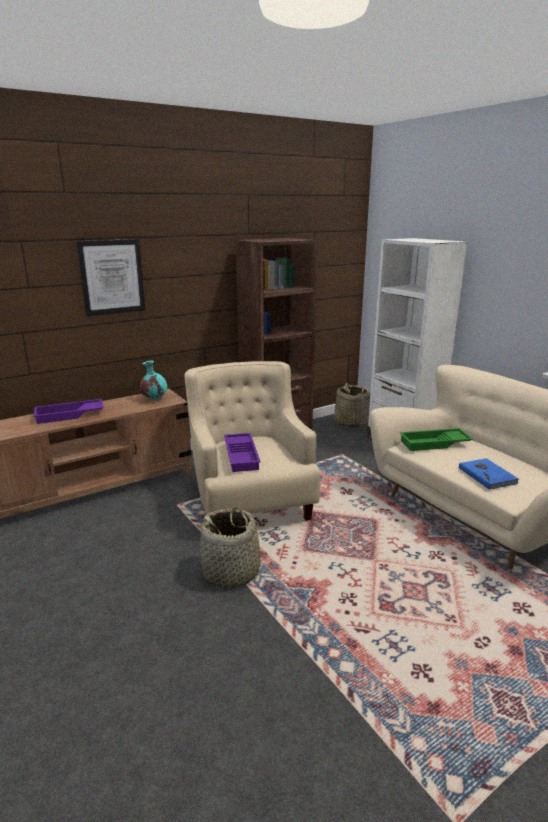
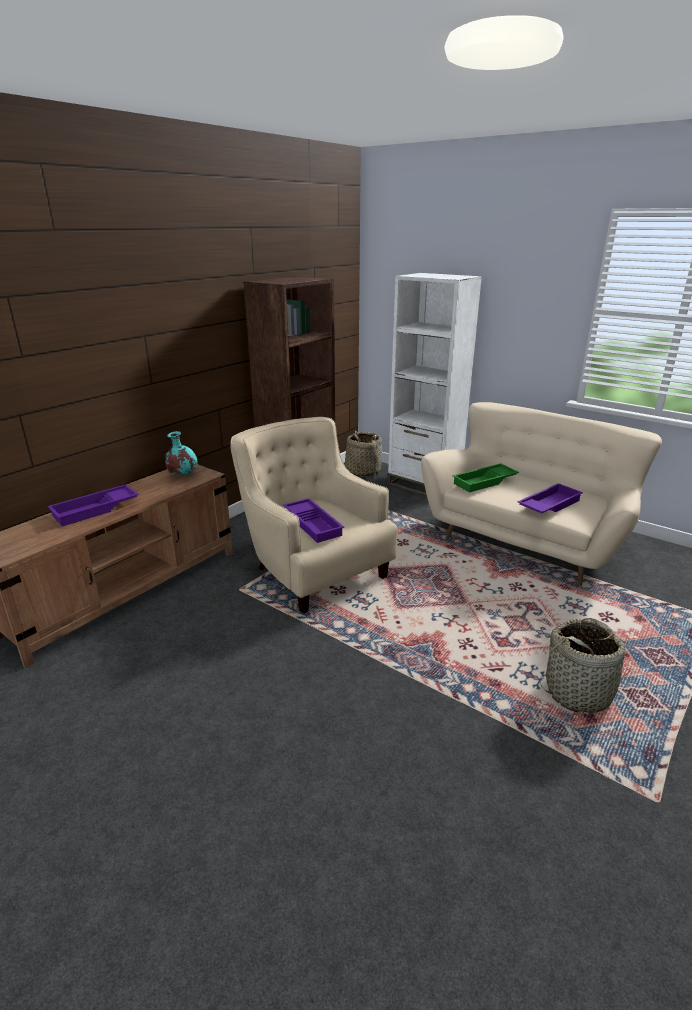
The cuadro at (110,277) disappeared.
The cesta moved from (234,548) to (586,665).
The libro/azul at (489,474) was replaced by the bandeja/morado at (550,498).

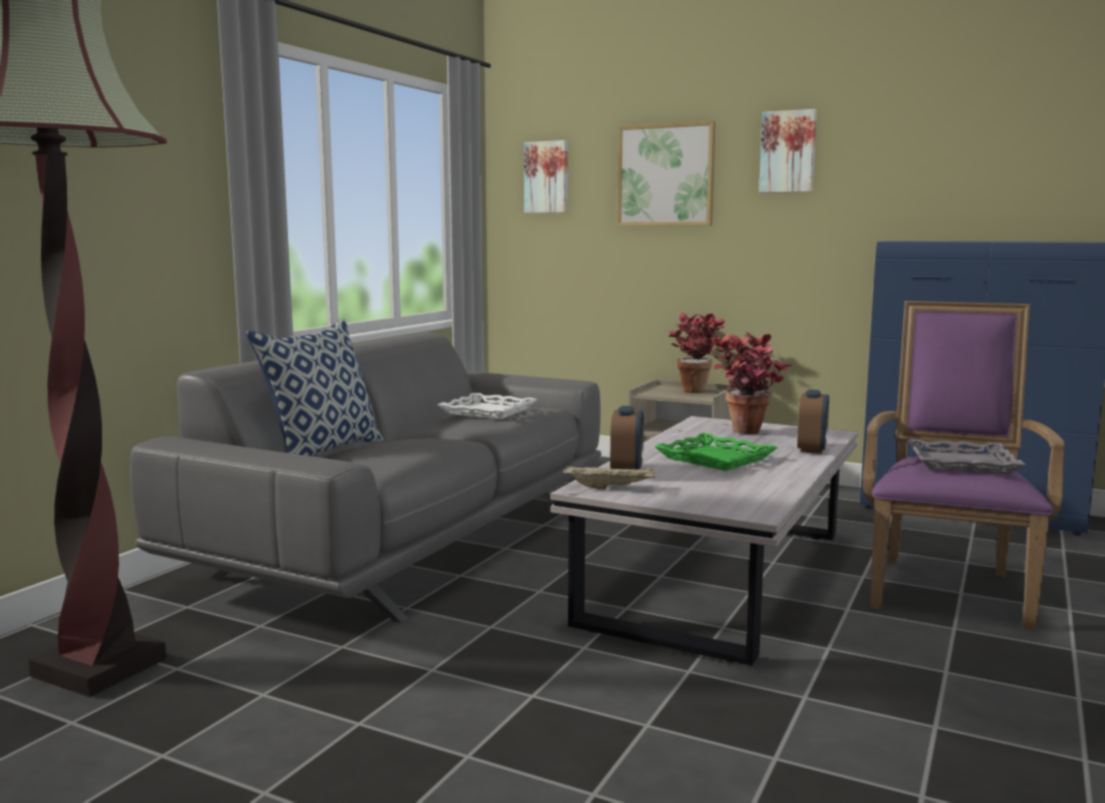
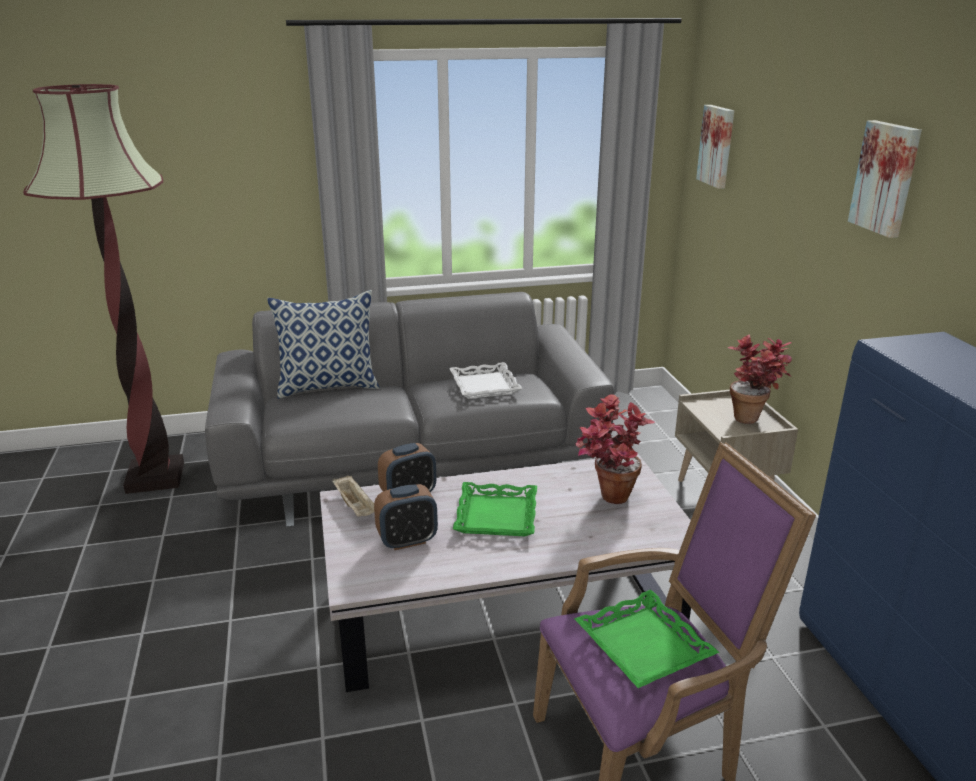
The cuadro at (666,173) disappeared.
The despertador moved from (813,421) to (406,517).
The bandeja/gris at (966,456) became the bandeja/verde at (647,639).

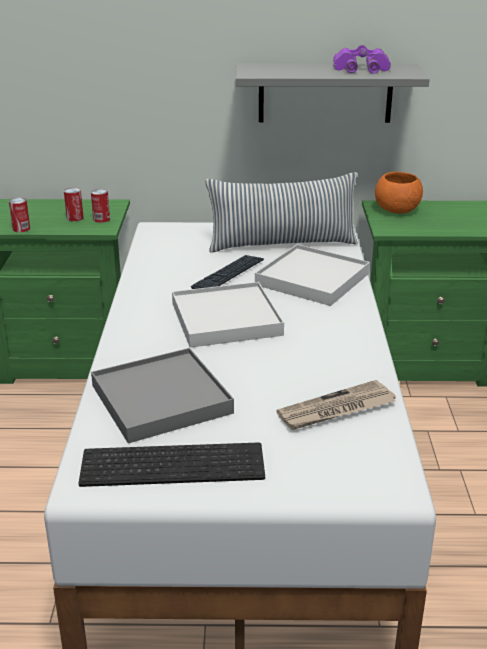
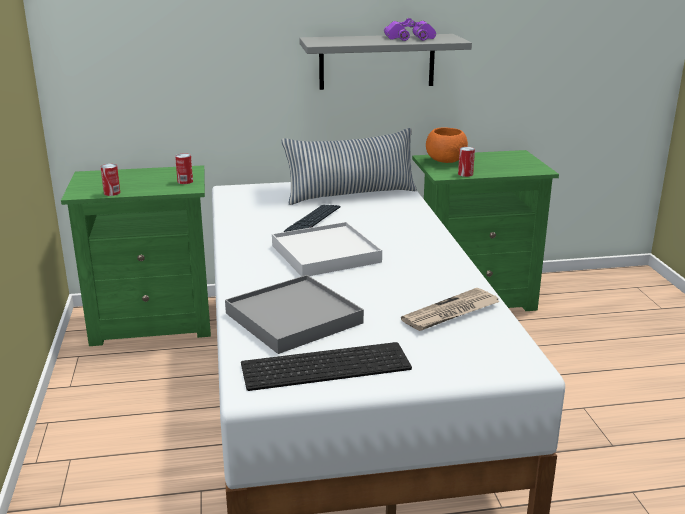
The lata moved from (74,204) to (466,162).
The bandeja/blanco at (312,275) disappeared.

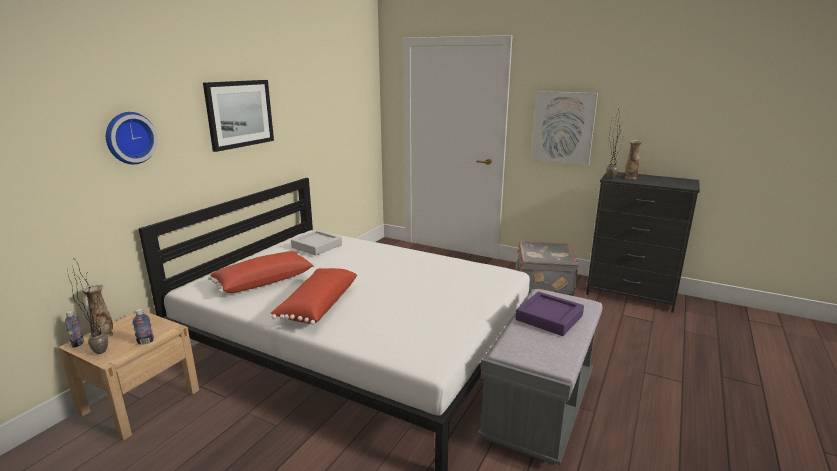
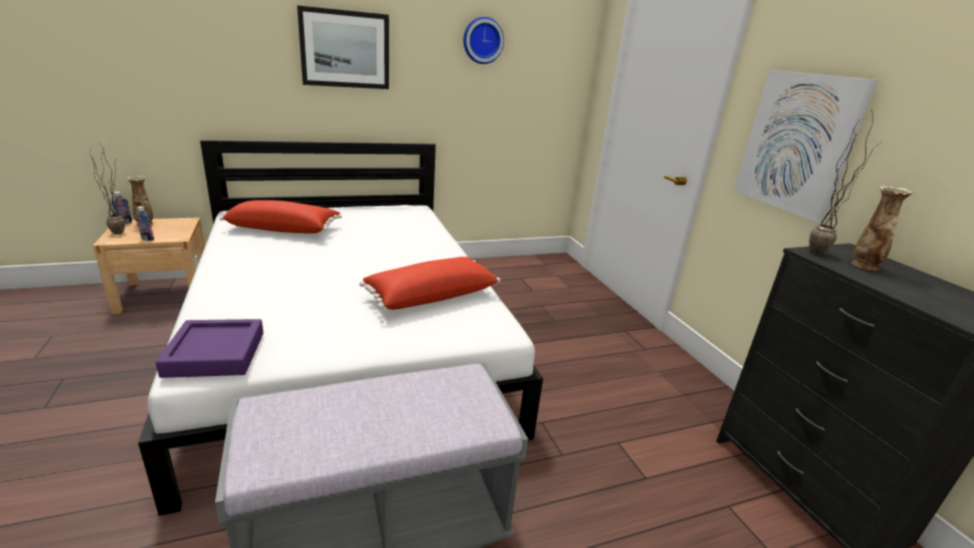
The reloj de pared moved from (132,138) to (483,40).
The cojín/rojo moved from (313,296) to (430,283).
The bandeja/gris at (316,242) disappeared.
The maleta/gris at (546,268) disappeared.
The bandeja/morado moved from (549,314) to (209,348).

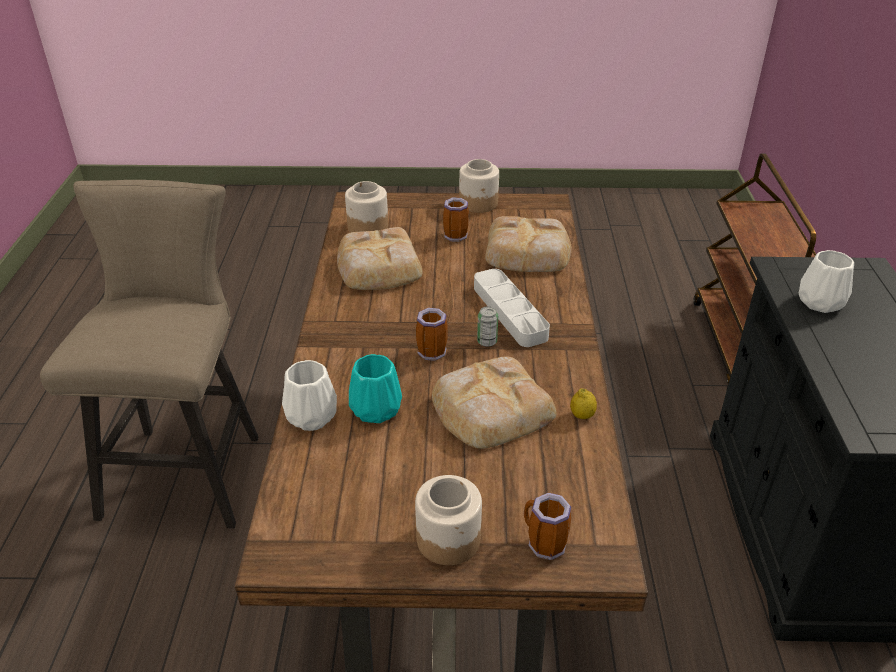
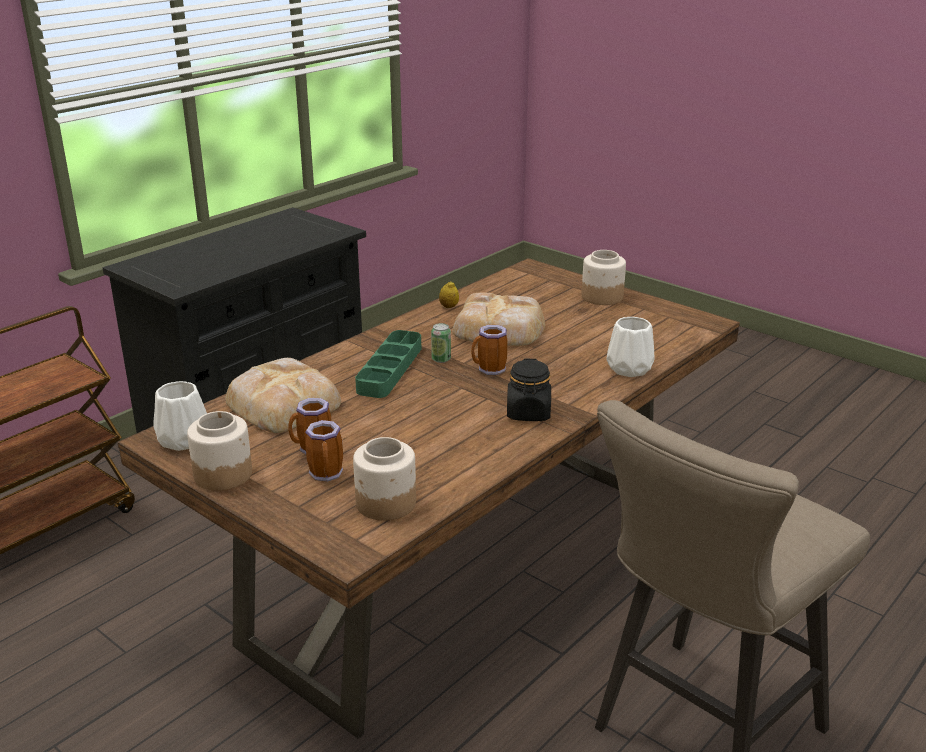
The pan at (380,258) disappeared.
The florero/turquesa at (375,388) disappeared.
The bandeja/gris at (512,308) became the bandeja/verde at (388,364).
The taza grande moved from (547,526) to (324,451).
The florero/blanco moved from (826,281) to (180,416).
The tarro/negro at (529,389) appeared.

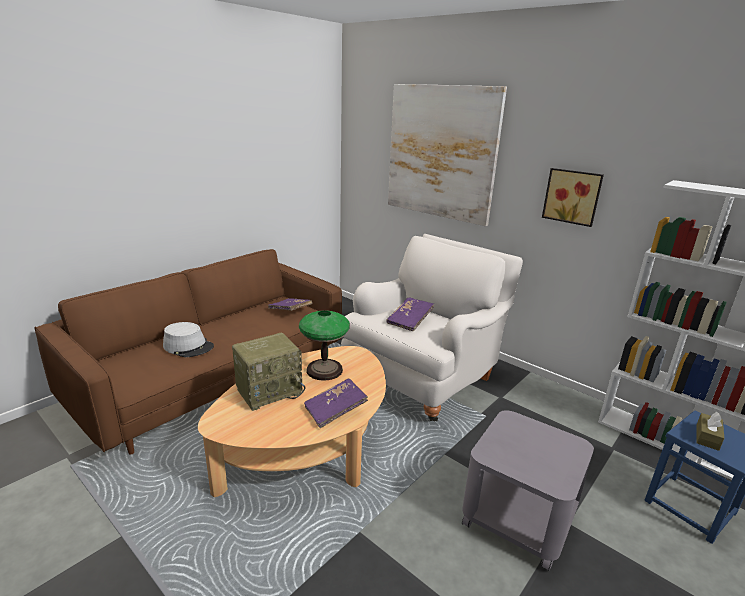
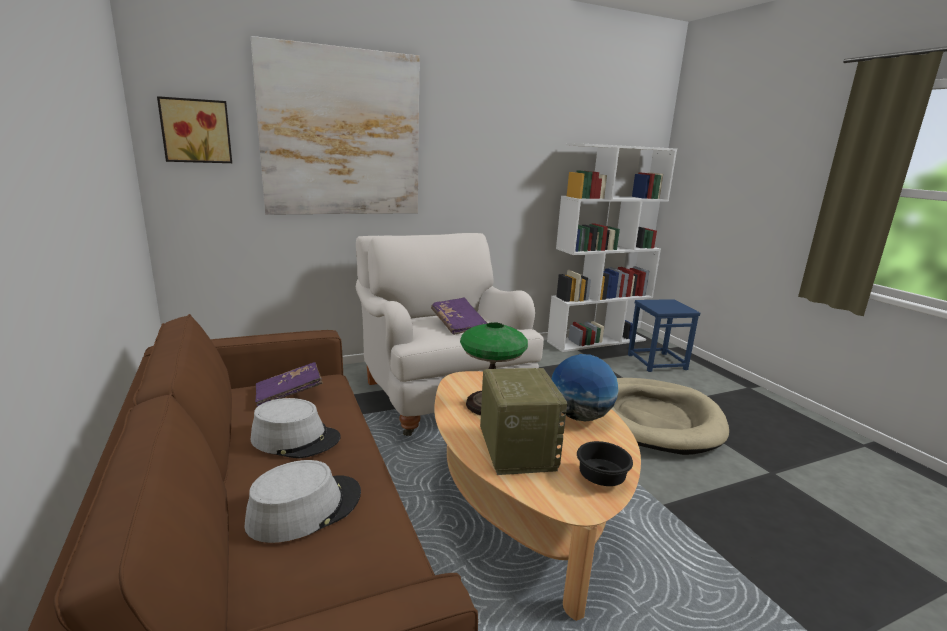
The libro/morado at (336,403) was replaced by the globo terráqueo at (585,388).
The mesa auxiliar/gris at (528,490) was replaced by the cama para perro/beis at (670,416).
The cuadro moved from (573,197) to (194,129).
The caja de pañuelos/marrón at (710,431) disappeared.
The sombrero/gris at (296,428) appeared.
The cuenco/negro at (605,463) appeared.

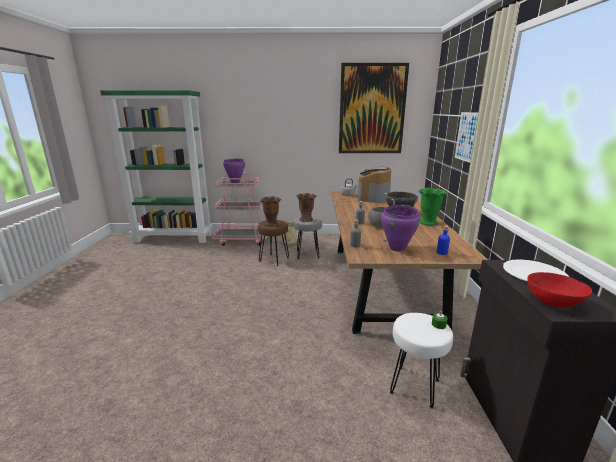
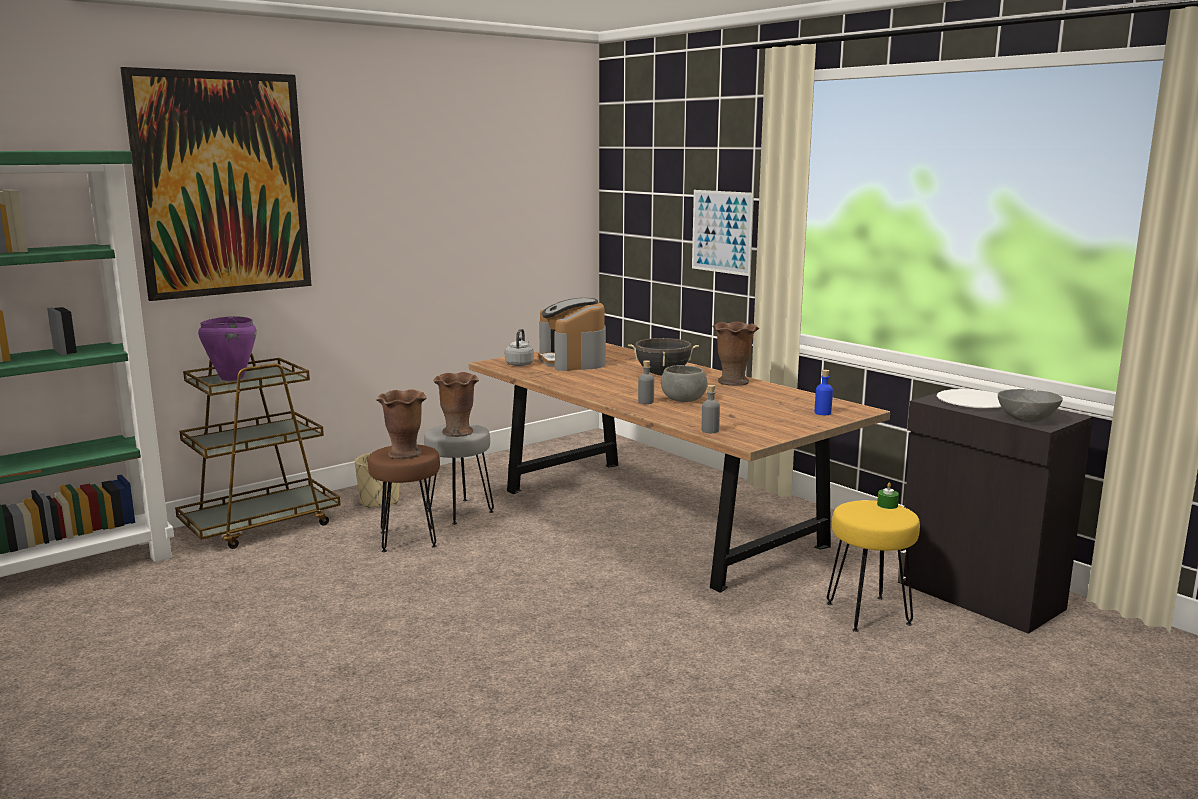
The carrito/rosa at (239,209) became the carrito/marrón at (258,451).
The cuadro moved from (374,108) to (216,184).
The olla/morado at (400,228) disappeared.
The taburete/blanco at (421,361) became the taburete/amarillo at (873,566).
The florero/verde at (433,206) became the florero/marrón at (735,353).
The cuenco/rojo at (559,290) became the cuenco/gris at (1030,405).

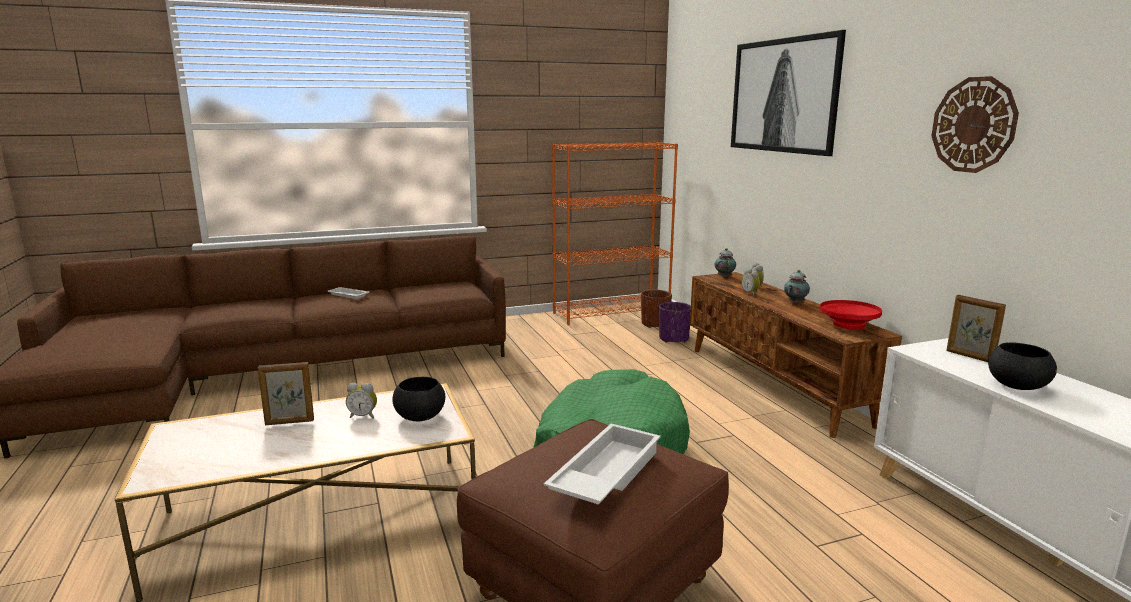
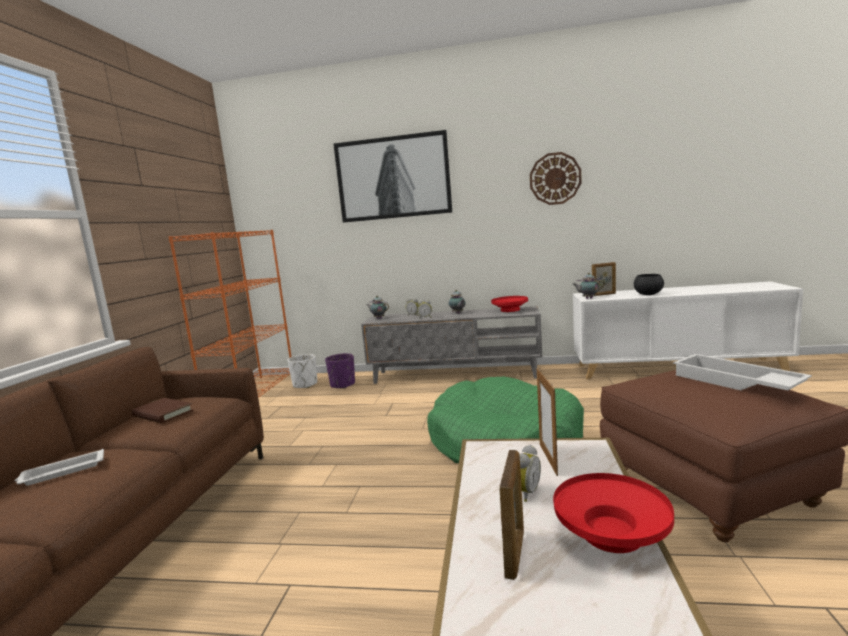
The cuenco/negro at (418,399) was replaced by the portarretratos at (547,422).
The maceta/marrón at (656,309) became the maceta/blanco at (302,371).
The mueble de televisión/marrón at (796,355) became the mueble de televisión/gris at (451,345).
The libro/marrón at (162,410) appeared.
The cuenco/rojo at (613,513) appeared.
The tetera at (589,286) appeared.

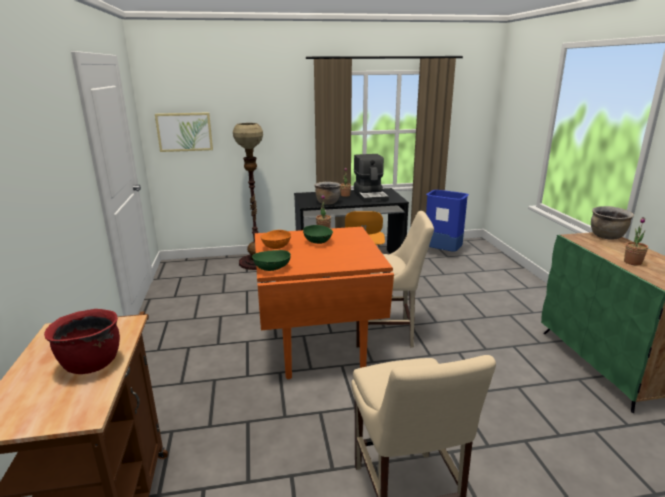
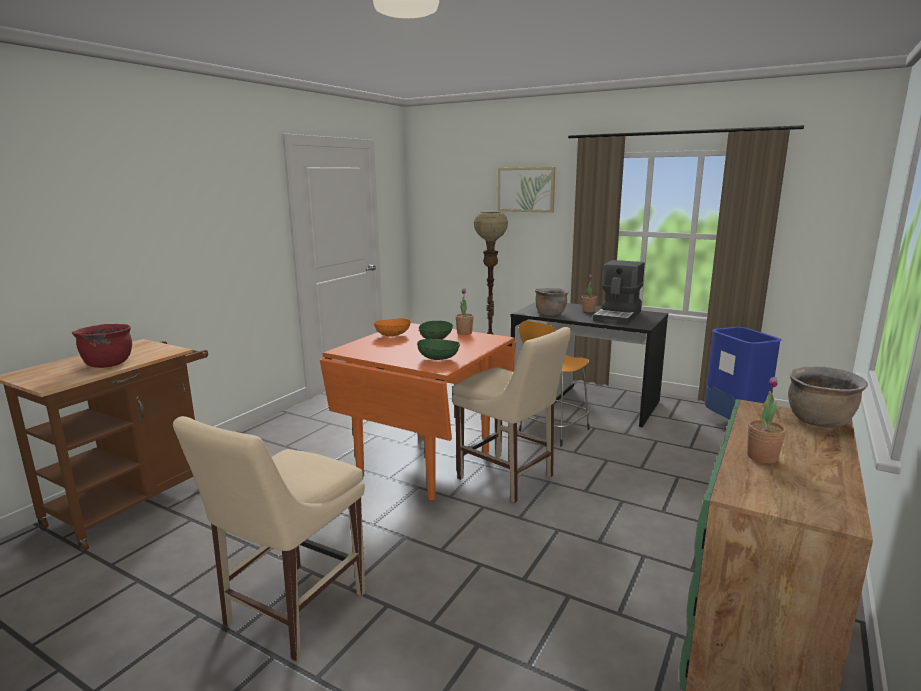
The cuadro moved from (184,132) to (526,190).
The cuenco/verde moved from (271,260) to (438,349).

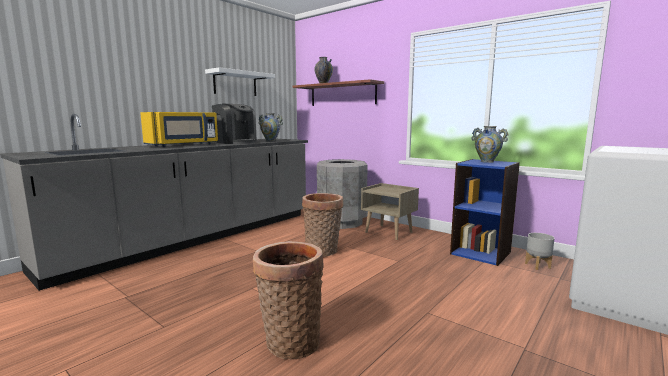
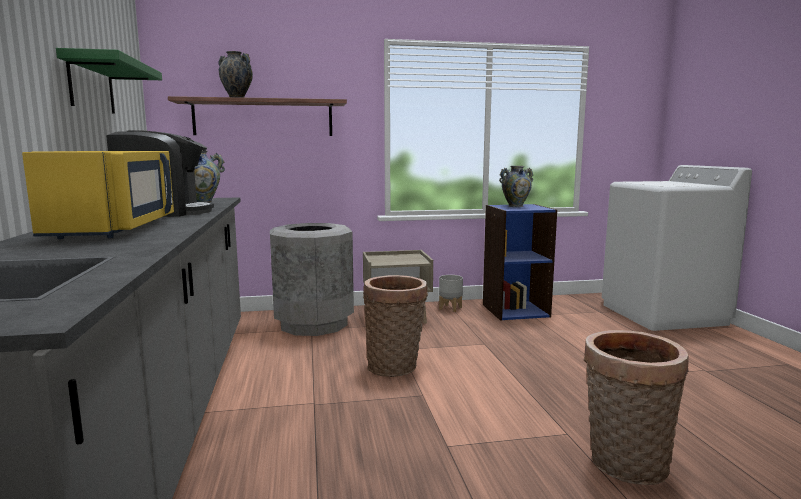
The estante/blanco at (240,81) became the estante/verde at (109,81).
The maceta/gris moved from (540,251) to (451,293).

